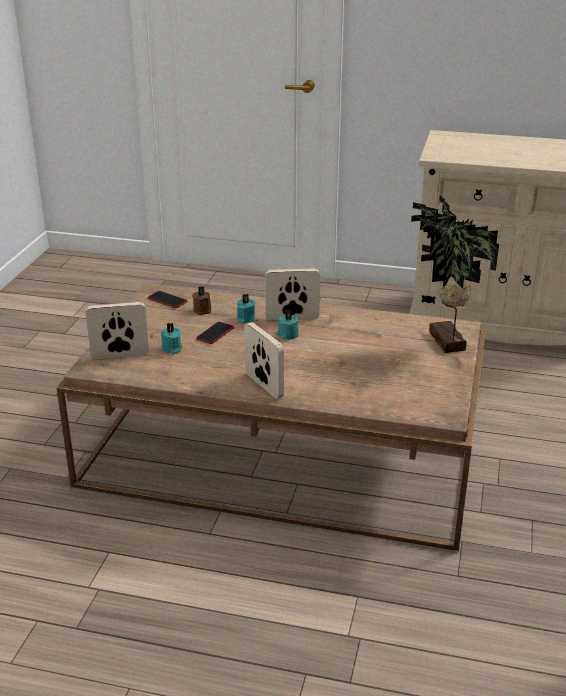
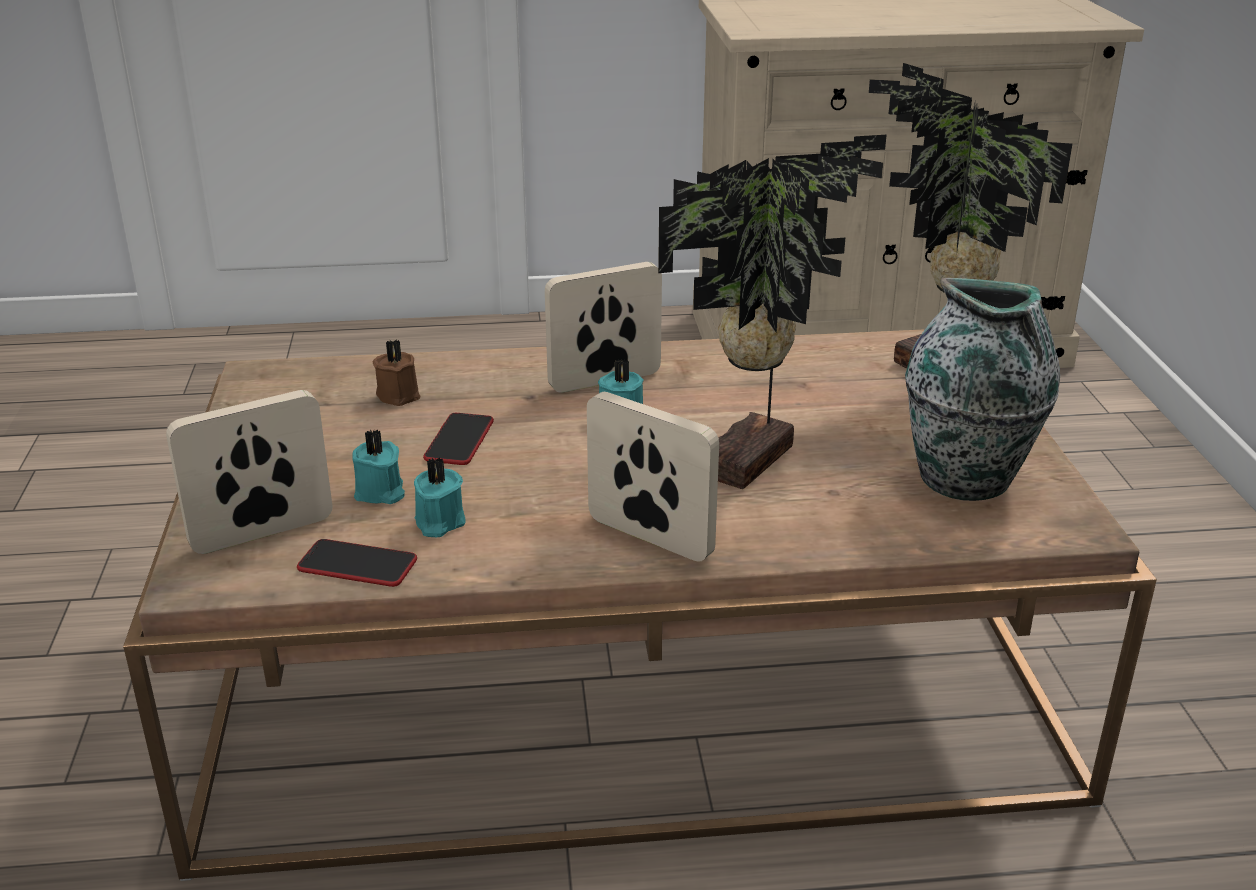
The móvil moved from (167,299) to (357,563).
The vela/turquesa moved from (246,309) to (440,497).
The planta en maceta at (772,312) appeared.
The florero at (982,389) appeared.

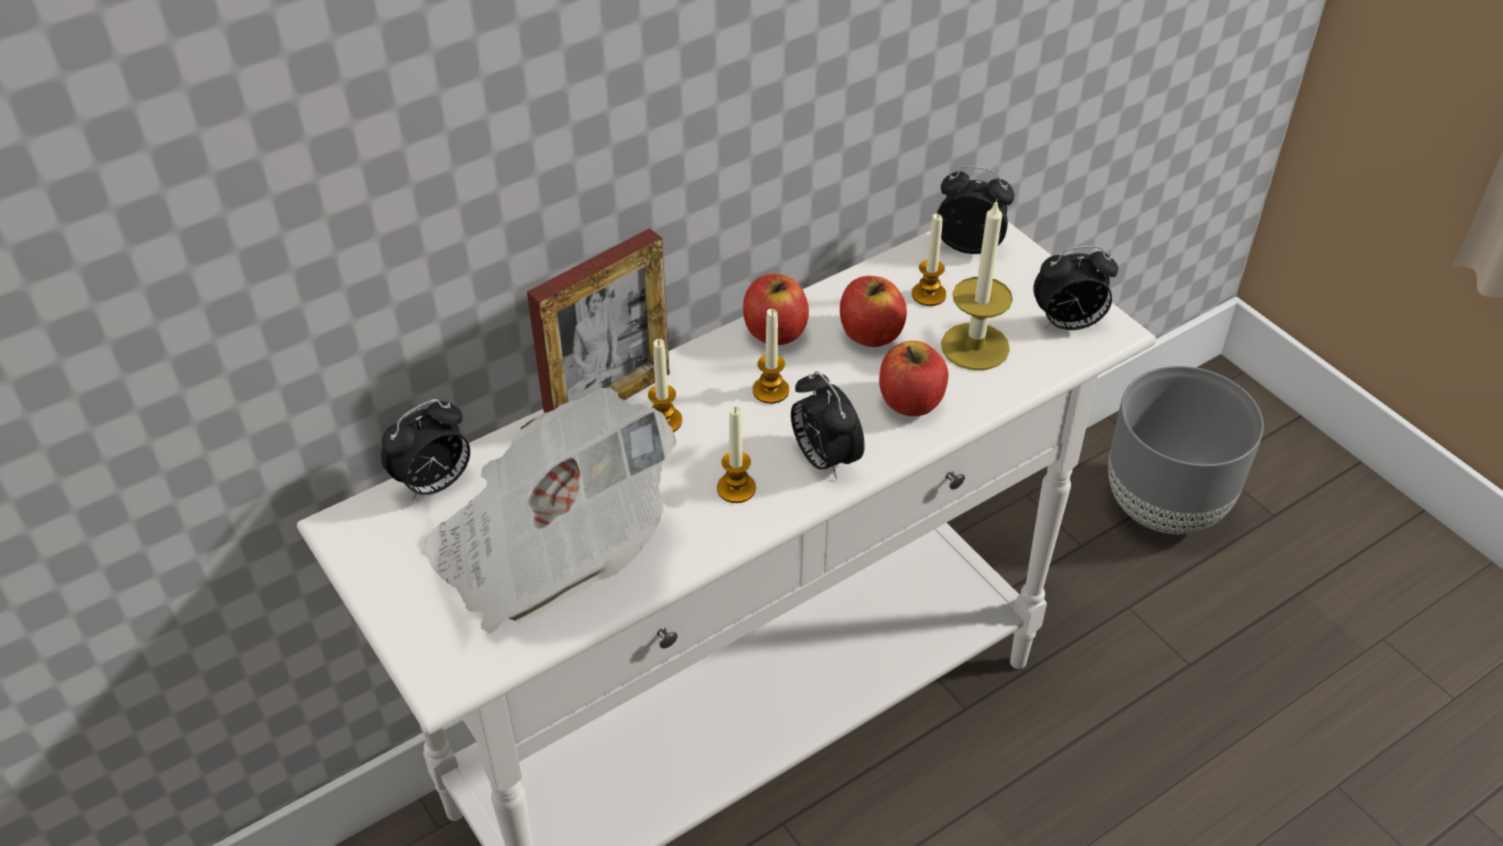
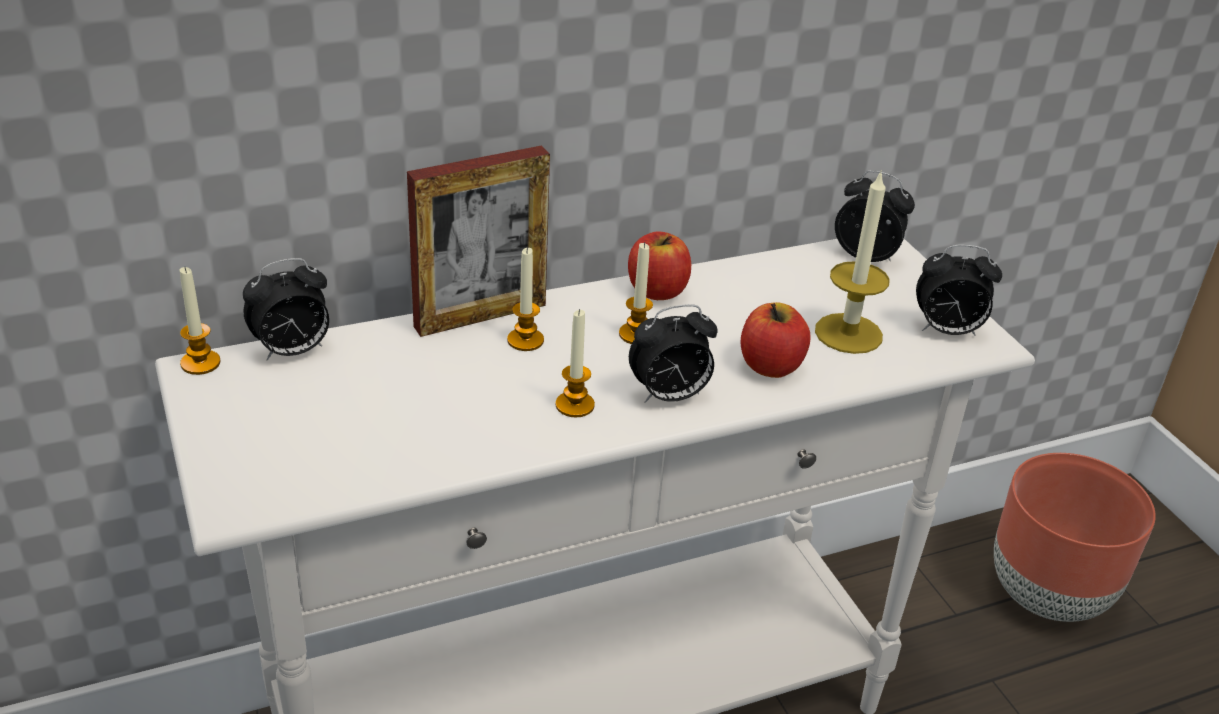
The periódico at (549,511) disappeared.
The despertador at (828,425) turned 90 degrees counterclockwise.
The manzana at (873,311) disappeared.
The vela moved from (929,260) to (200,321).
The maceta/gris at (1186,450) became the maceta/marrón at (1075,537).

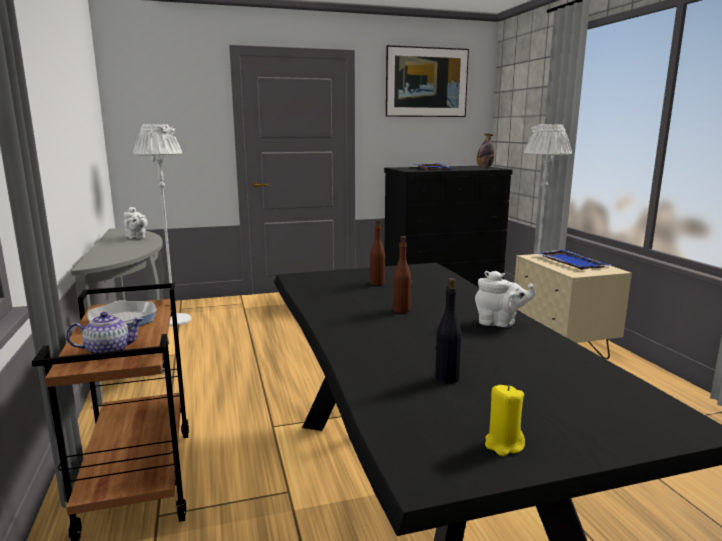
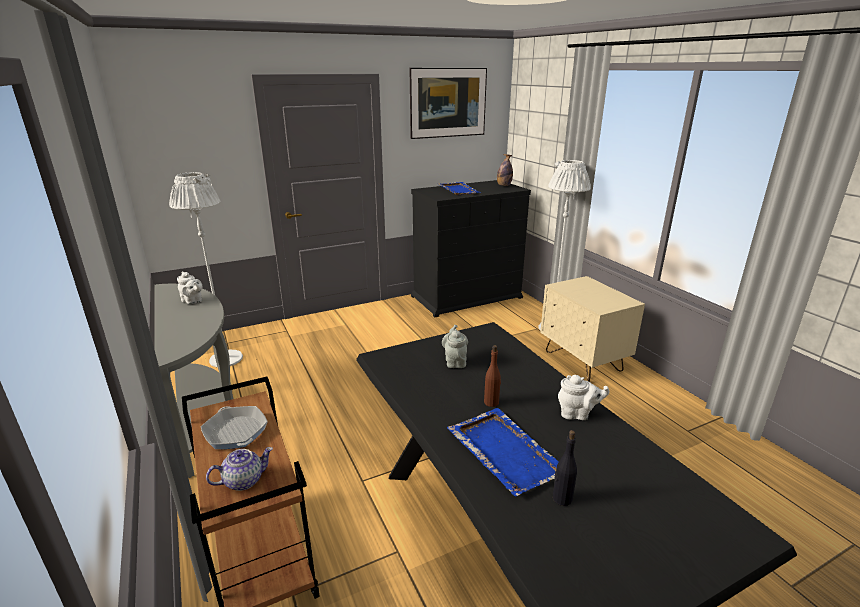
The botella/marrón at (377,252) was replaced by the tetera/gris at (455,346).
The vela/amarillo at (505,420) disappeared.
The bandeja/azul moved from (572,259) to (503,452).

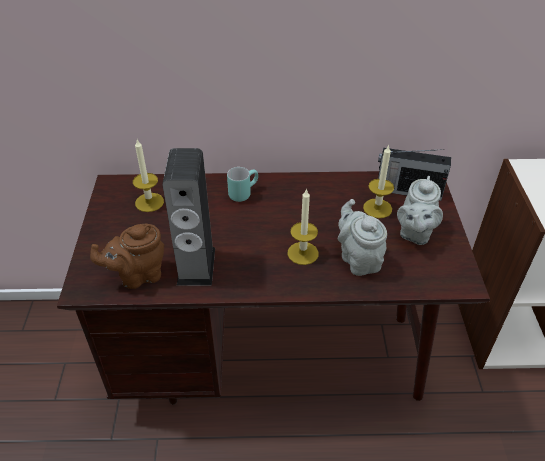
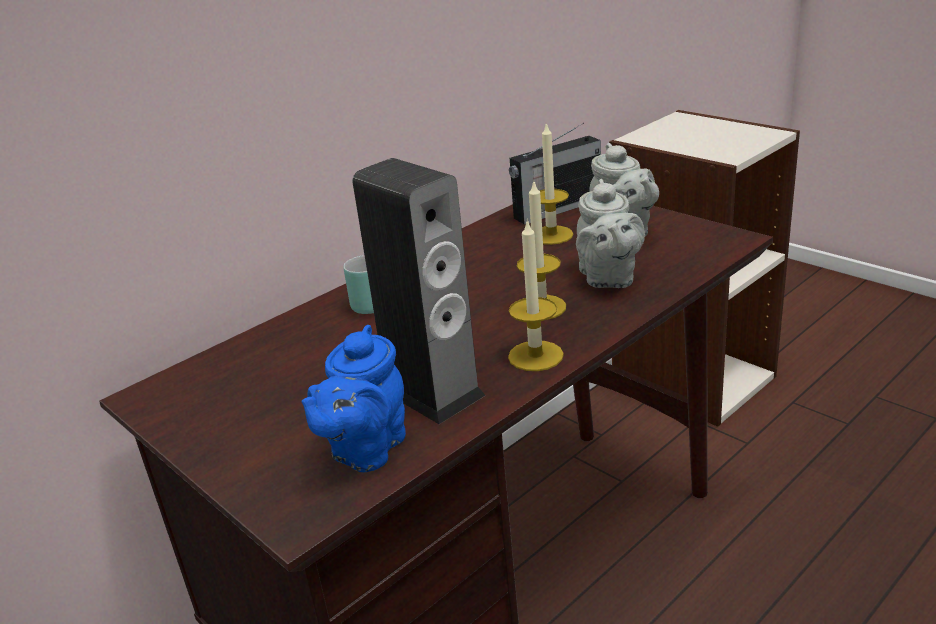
The tetera/marrón at (127,256) became the tetera/azul at (354,398).
The vela moved from (148,176) to (536,295).
The tetera/gris at (362,237) turned 120 degrees counterclockwise.

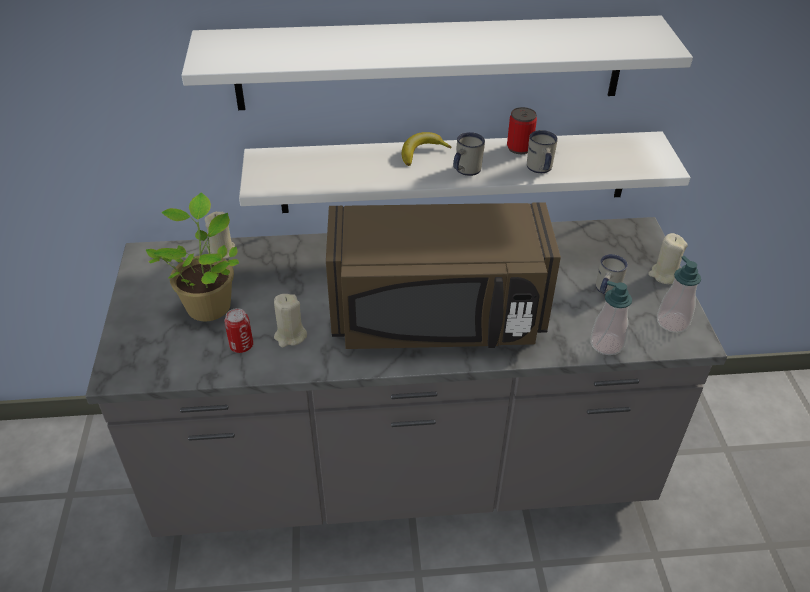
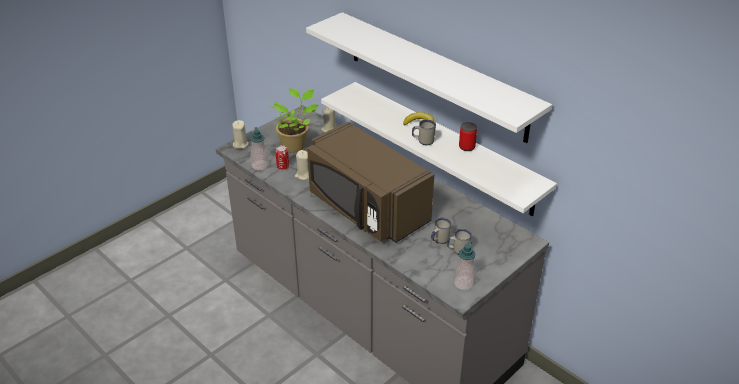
The taza grande/blanco moved from (542,151) to (441,230).
The dispensador de jabón moved from (611,318) to (260,149).
The vela/beis moved from (668,258) to (240,134).

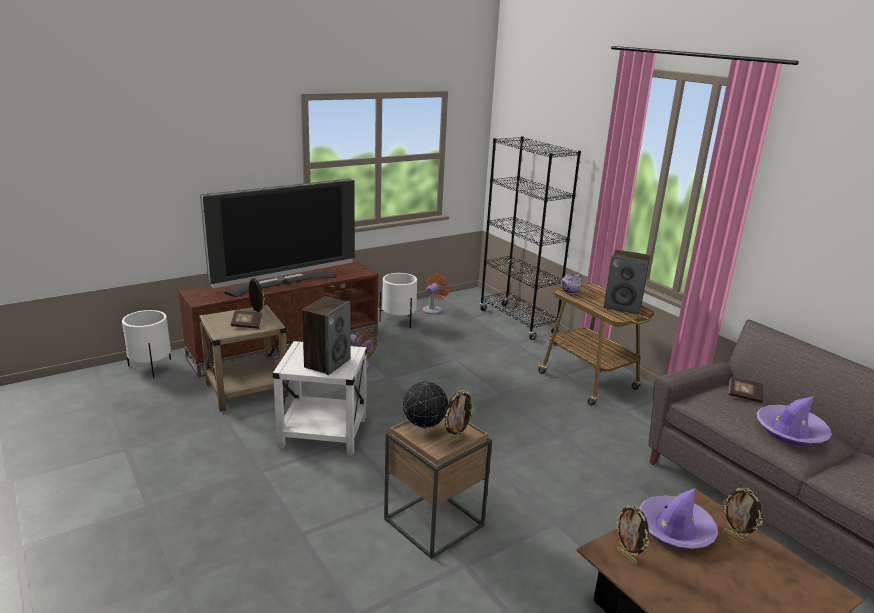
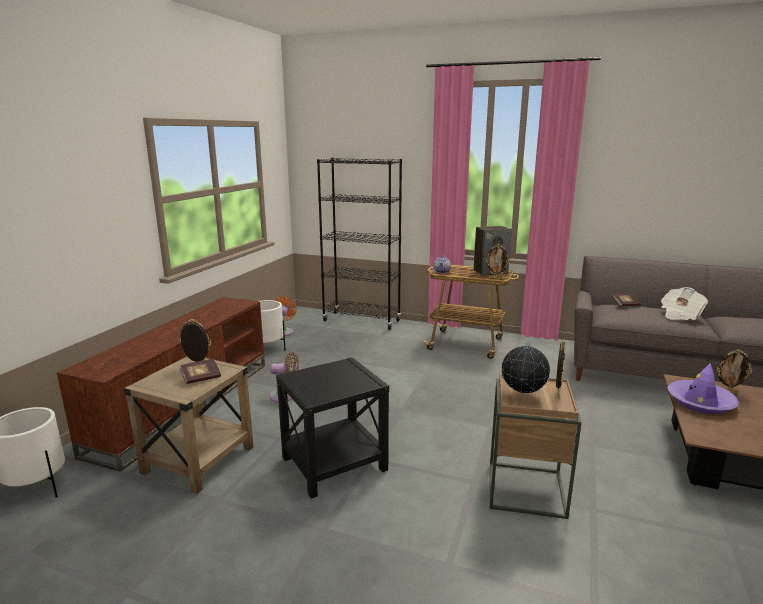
The televisor at (277,238) disappeared.
The mesa auxiliar/blanco at (320,398) became the mesa auxiliar/negro at (332,428).
The altavoz at (326,335) disappeared.
The portarretratos moved from (632,535) to (497,262).
The sombrero/morado at (794,421) was replaced by the periódico at (684,303).

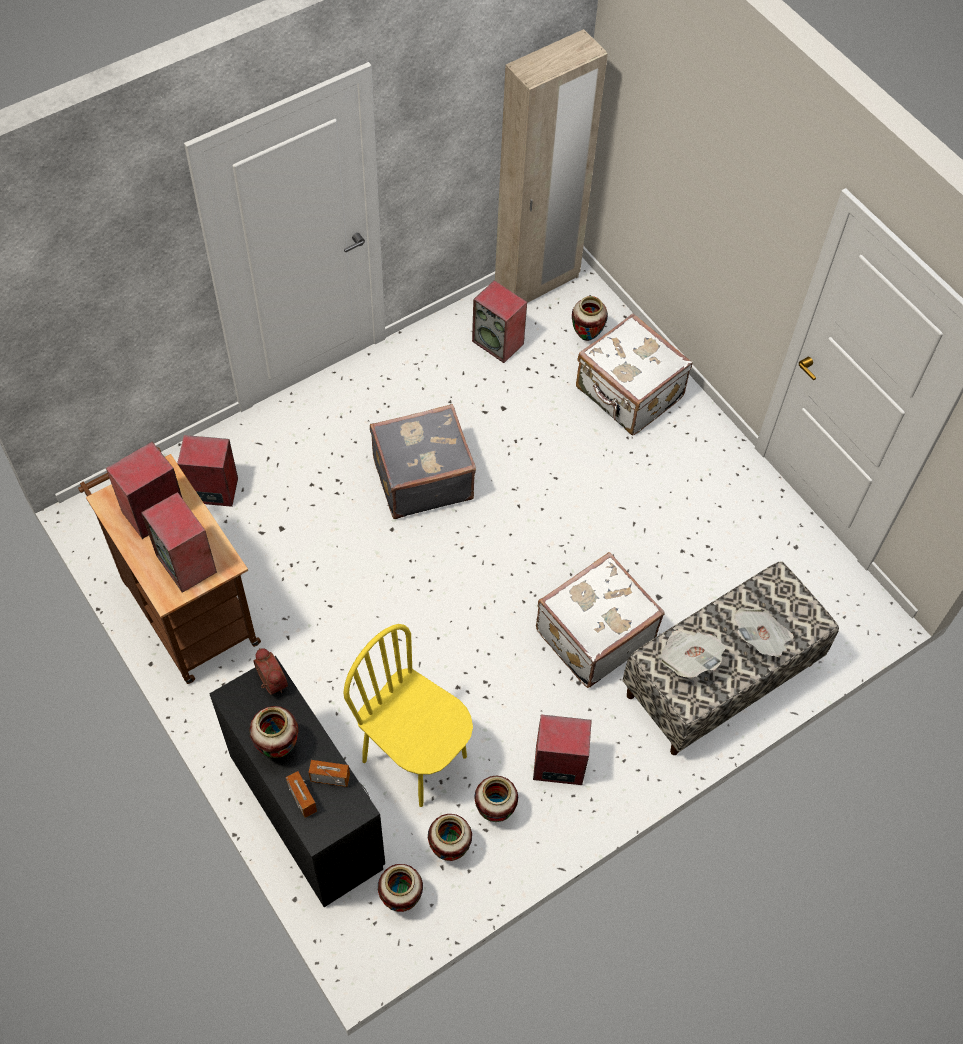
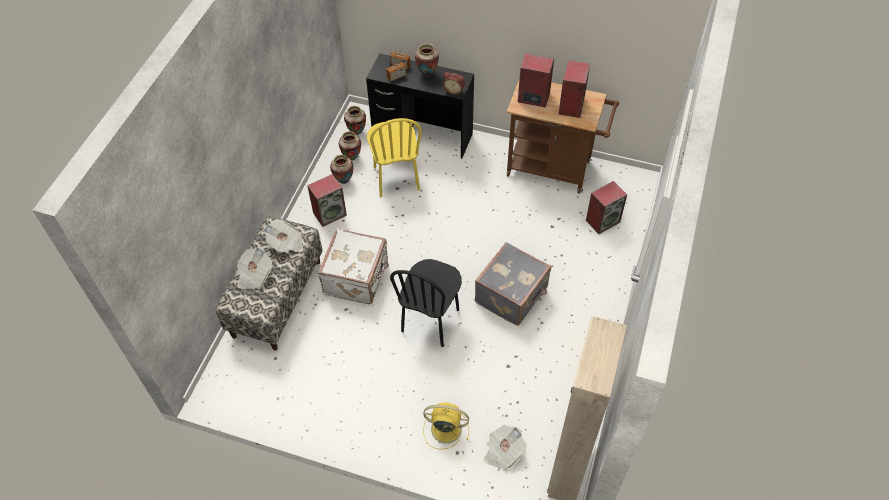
The silla/amarillo at (408,715) turned 75 degrees clockwise.
The altavoz at (499,321) disappeared.
The florero at (590,318) was replaced by the periódico at (505,448).
The maleta/blanco at (634,374) was replaced by the ventilador/amarillo at (446,426).
The silla/negro at (426,303) appeared.

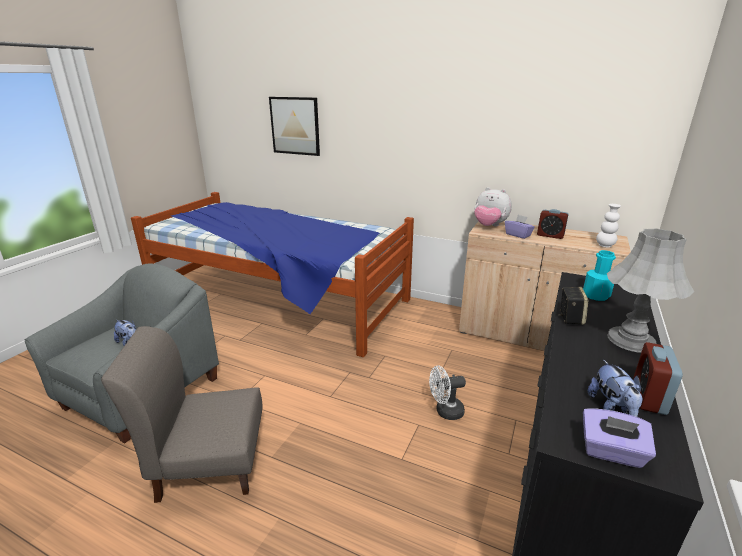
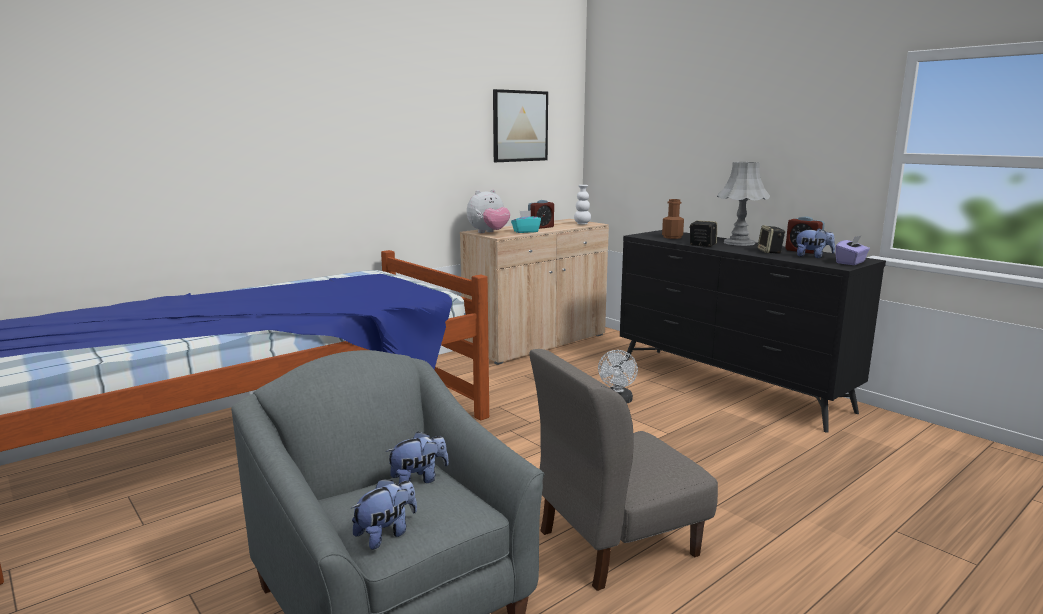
The silla/gris at (181,414) turned 45 degrees clockwise.
The cuadro moved from (294,126) to (520,125).
The caja de pañuelos/morado at (520,227) became the caja de pañuelos/turquesa at (526,221).
The botella/turquesa at (599,275) became the botella/marrón at (673,219).
The peluche at (384,514) appeared.
The altavoz at (771,239) appeared.

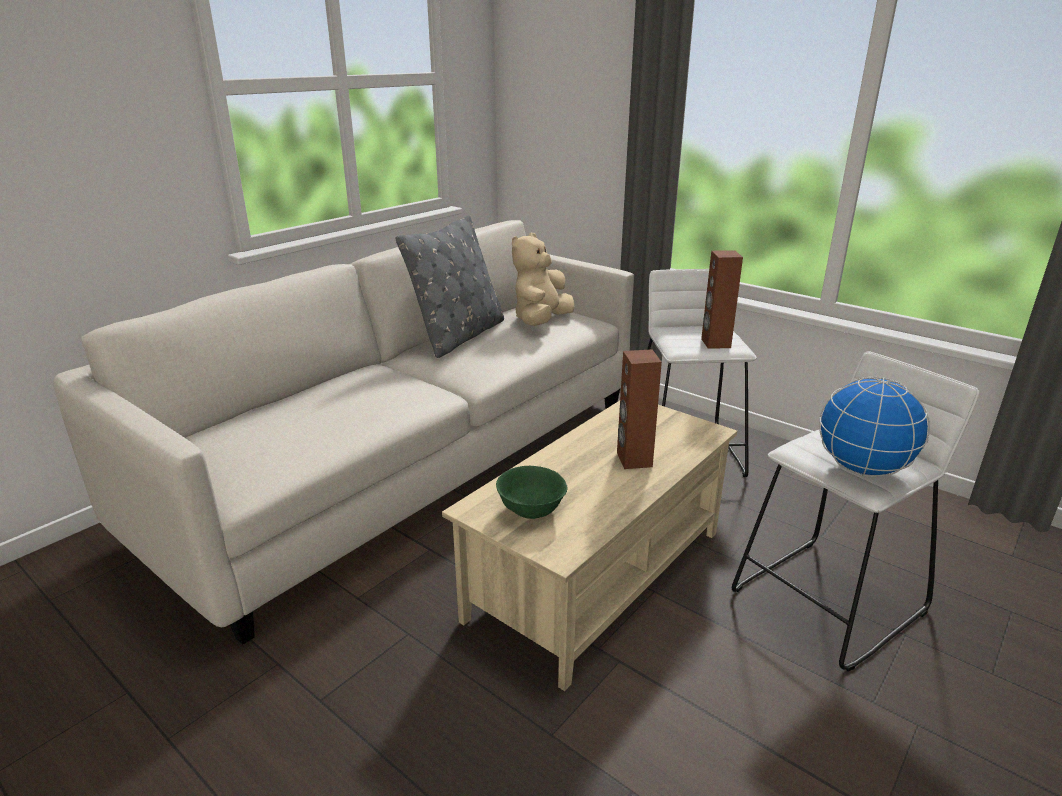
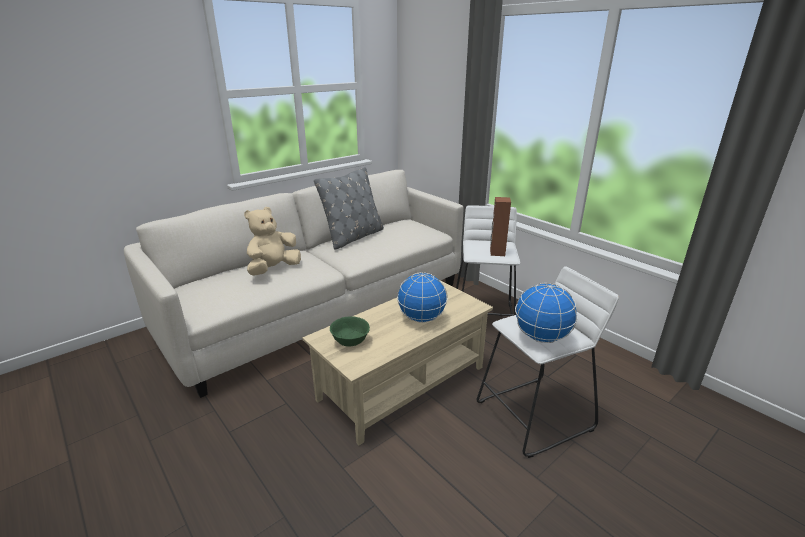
The peluche/beis moved from (543,279) to (272,241).
The altavoz/marrón at (639,409) was replaced by the globo terráqueo at (422,297).

